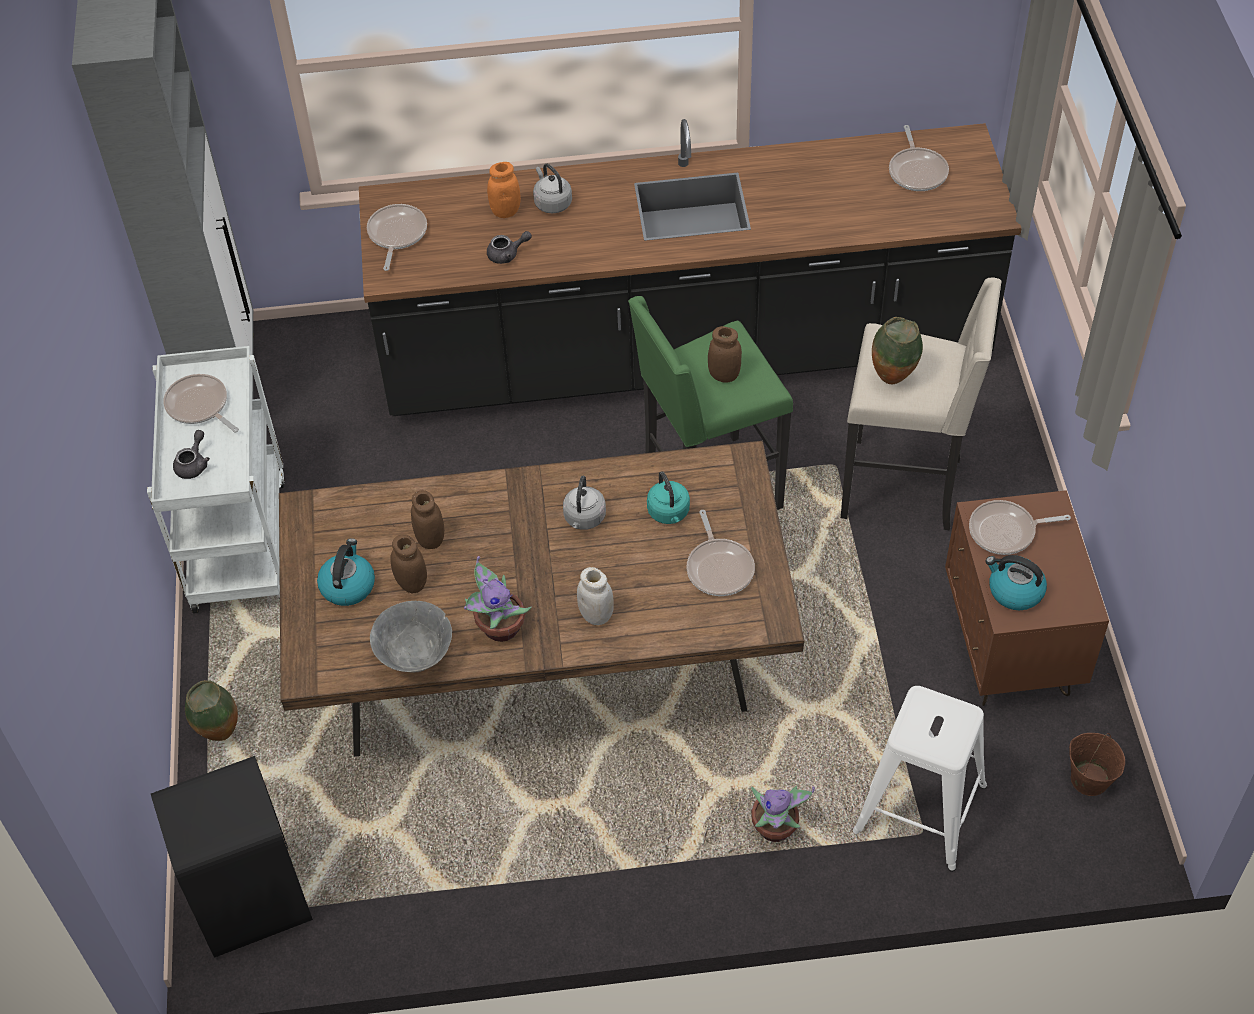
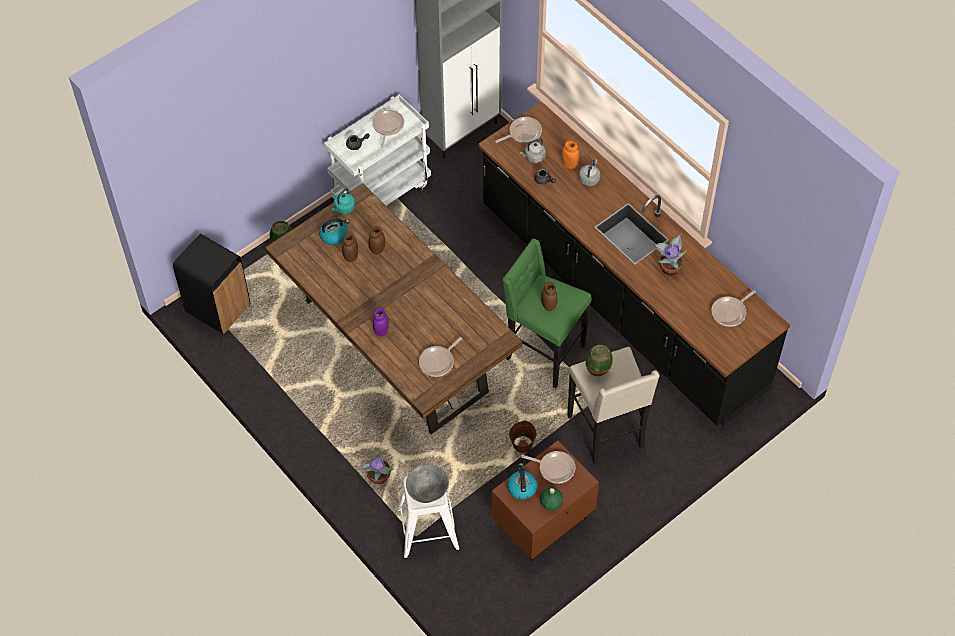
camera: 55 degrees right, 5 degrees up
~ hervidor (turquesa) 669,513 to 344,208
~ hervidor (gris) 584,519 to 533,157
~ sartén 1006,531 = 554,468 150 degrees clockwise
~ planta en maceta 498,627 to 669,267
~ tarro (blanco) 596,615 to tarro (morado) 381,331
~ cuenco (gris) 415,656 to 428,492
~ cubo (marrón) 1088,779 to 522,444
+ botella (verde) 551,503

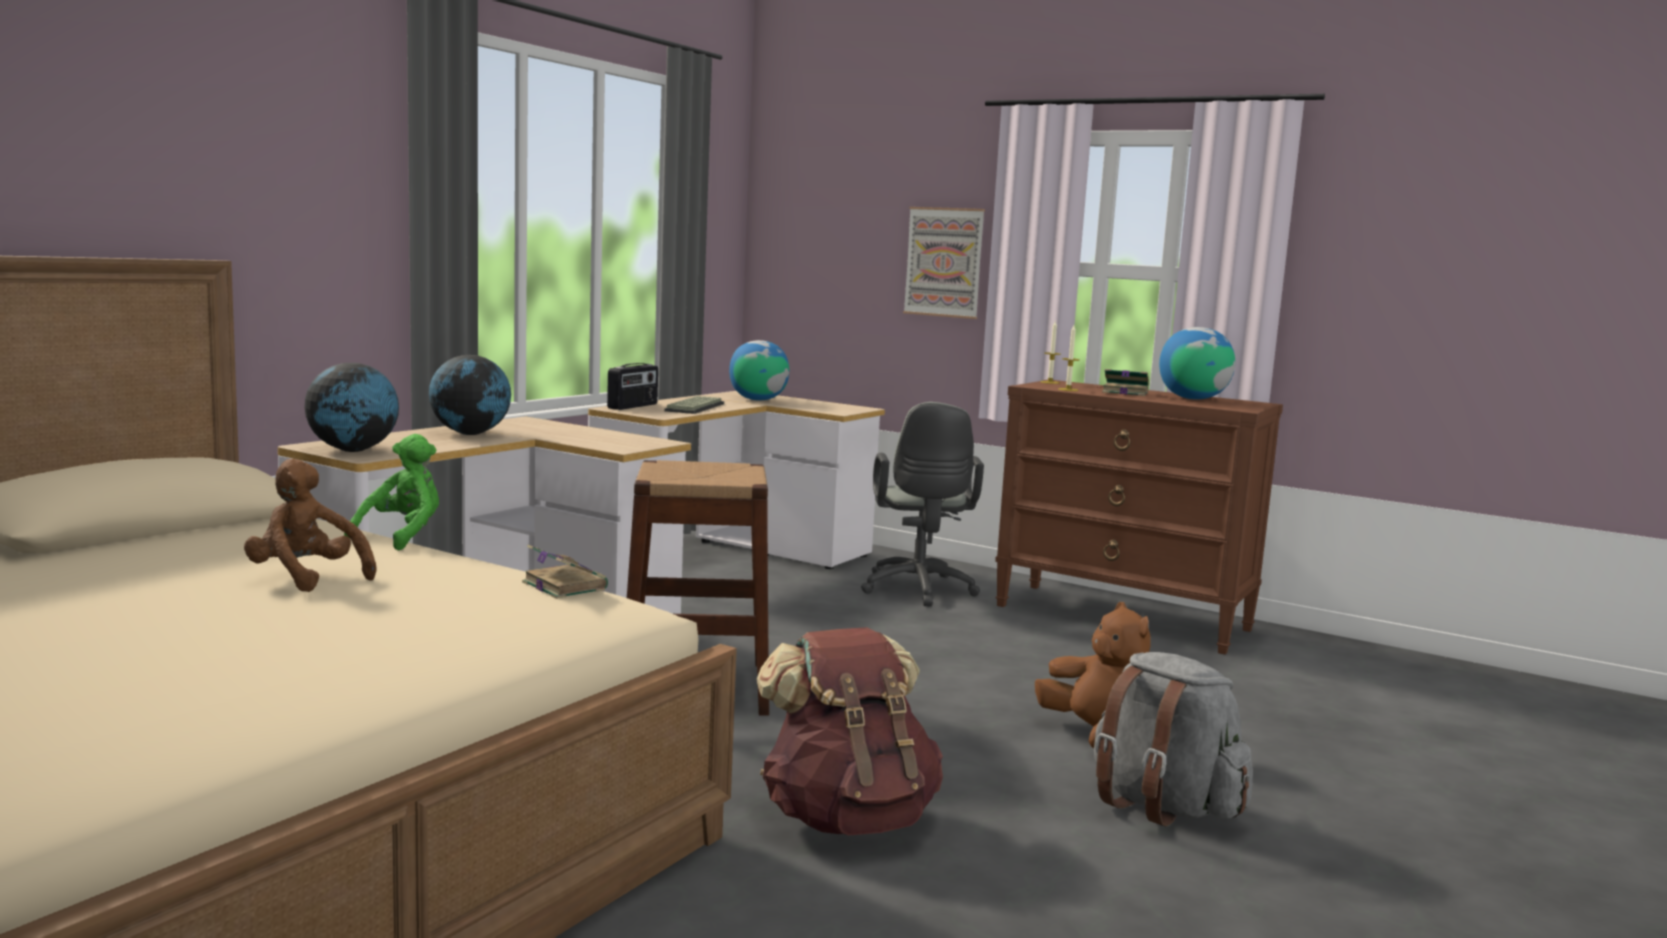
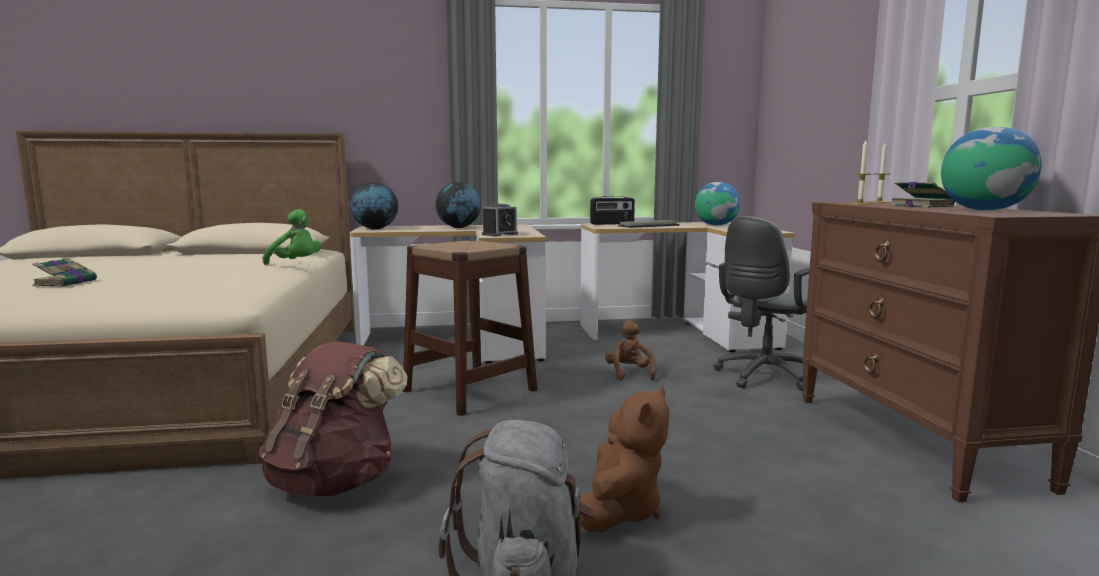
camera: 50 degrees right, 0 degrees up
- cuadro 944,262
~ peluche (verde) 402,536 = 296,264 45 degrees clockwise
~ peluche (marrón) 306,578 to 629,374
~ libro 563,585 to 67,283
+ despertador 500,234

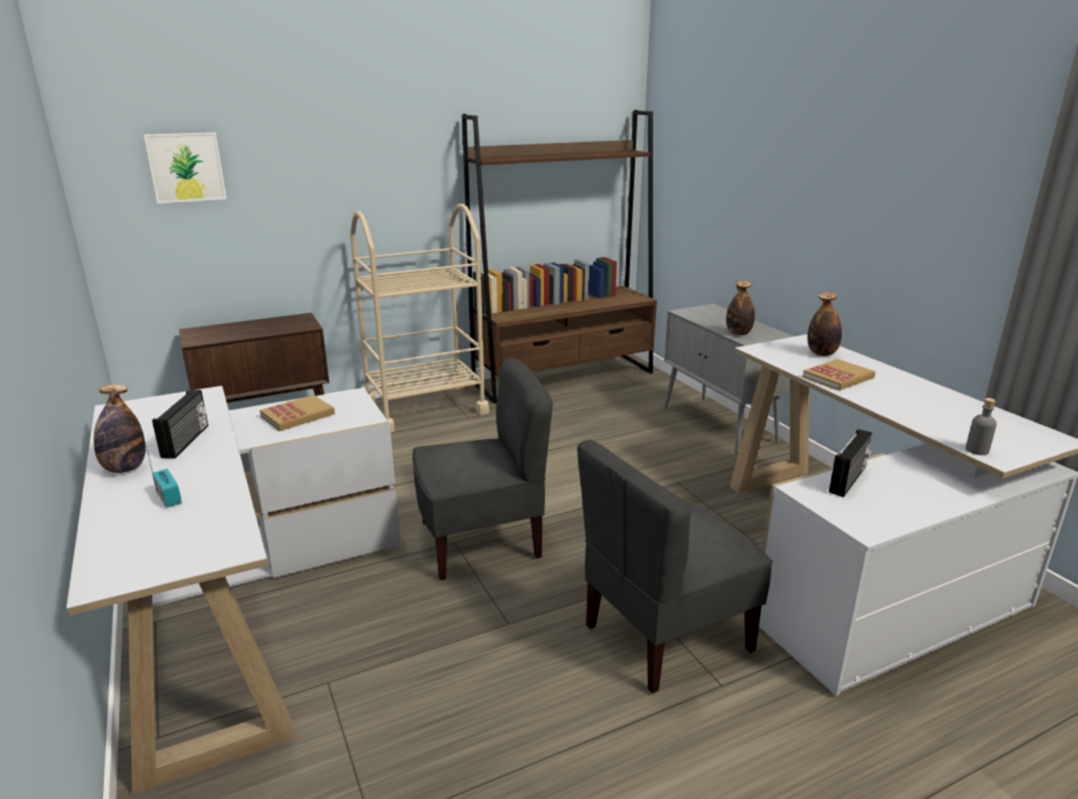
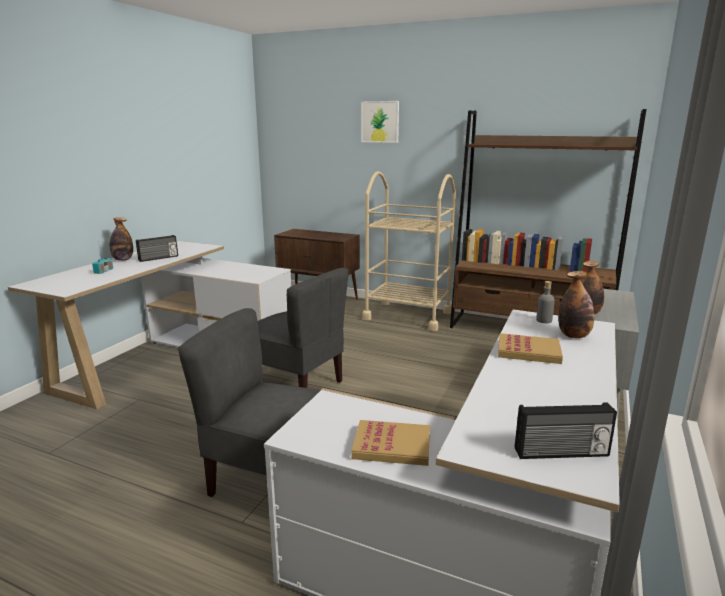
camera: 50 degrees right, 5 degrees down
~ cuadro 186,167 to 380,122
~ libro 298,415 to 392,446
~ botella (gris) 977,450 to 544,320
~ radio 849,480 to 562,453

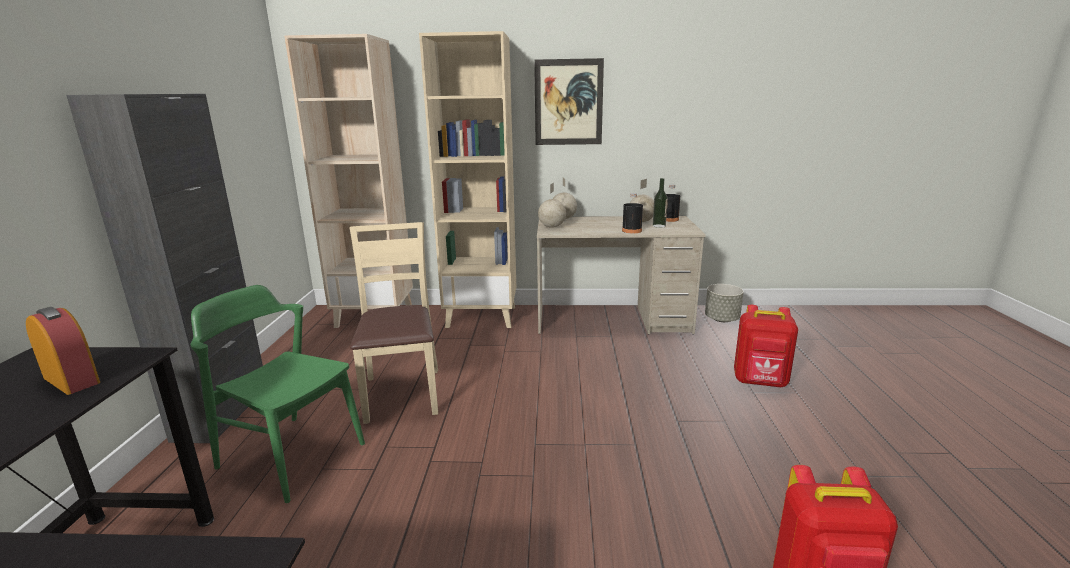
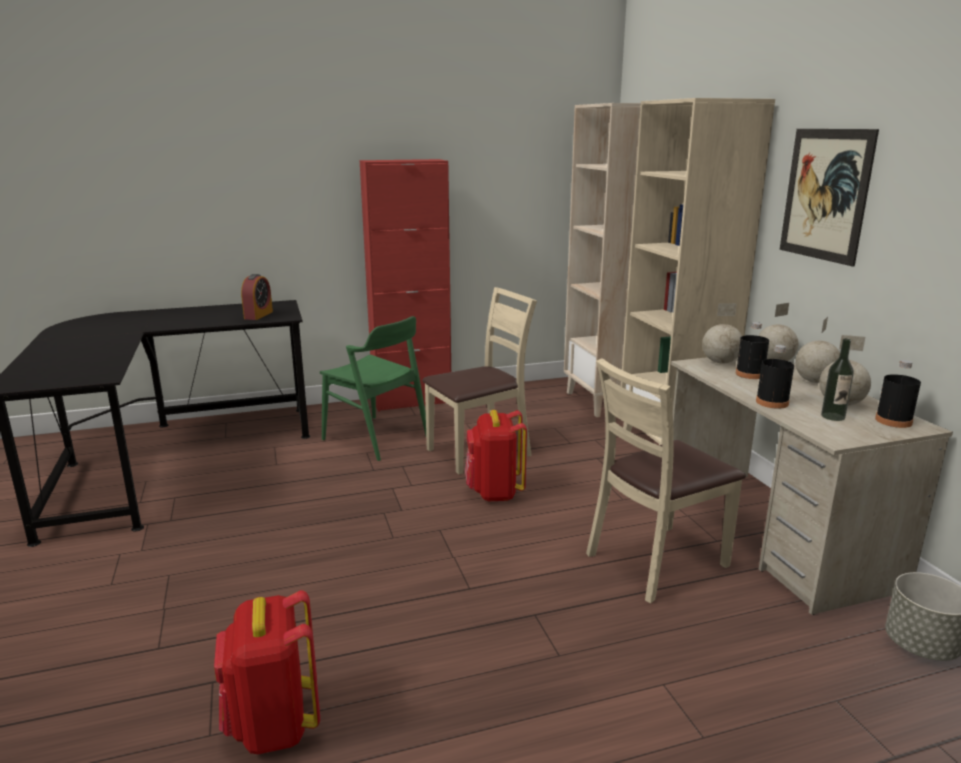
camera: 70 degrees right, 0 degrees up
~ armario (negro) 222,413 to armario (rojo) 412,401
~ silla (verde) 291,455 = 376,438 120 degrees clockwise
~ mochila (rojo) 760,382 to 494,493
+ globo terráqueo 814,382
+ botella (negro) 750,374
+ silla (beis) 656,561

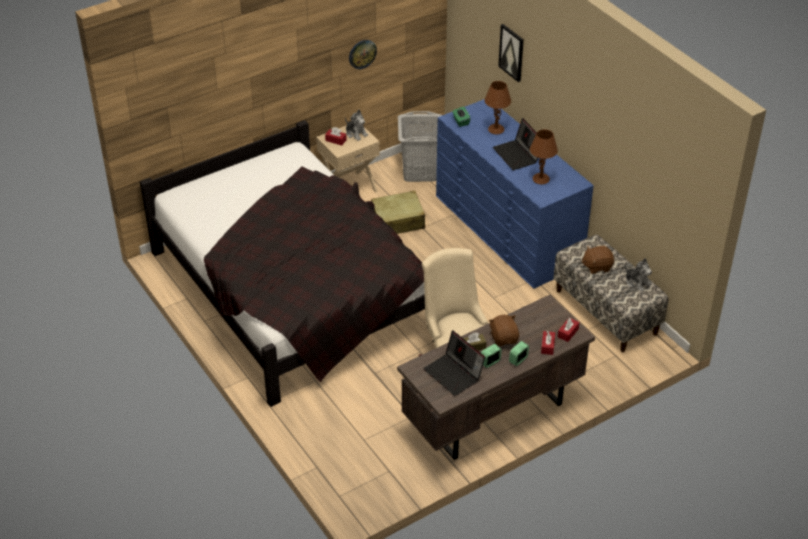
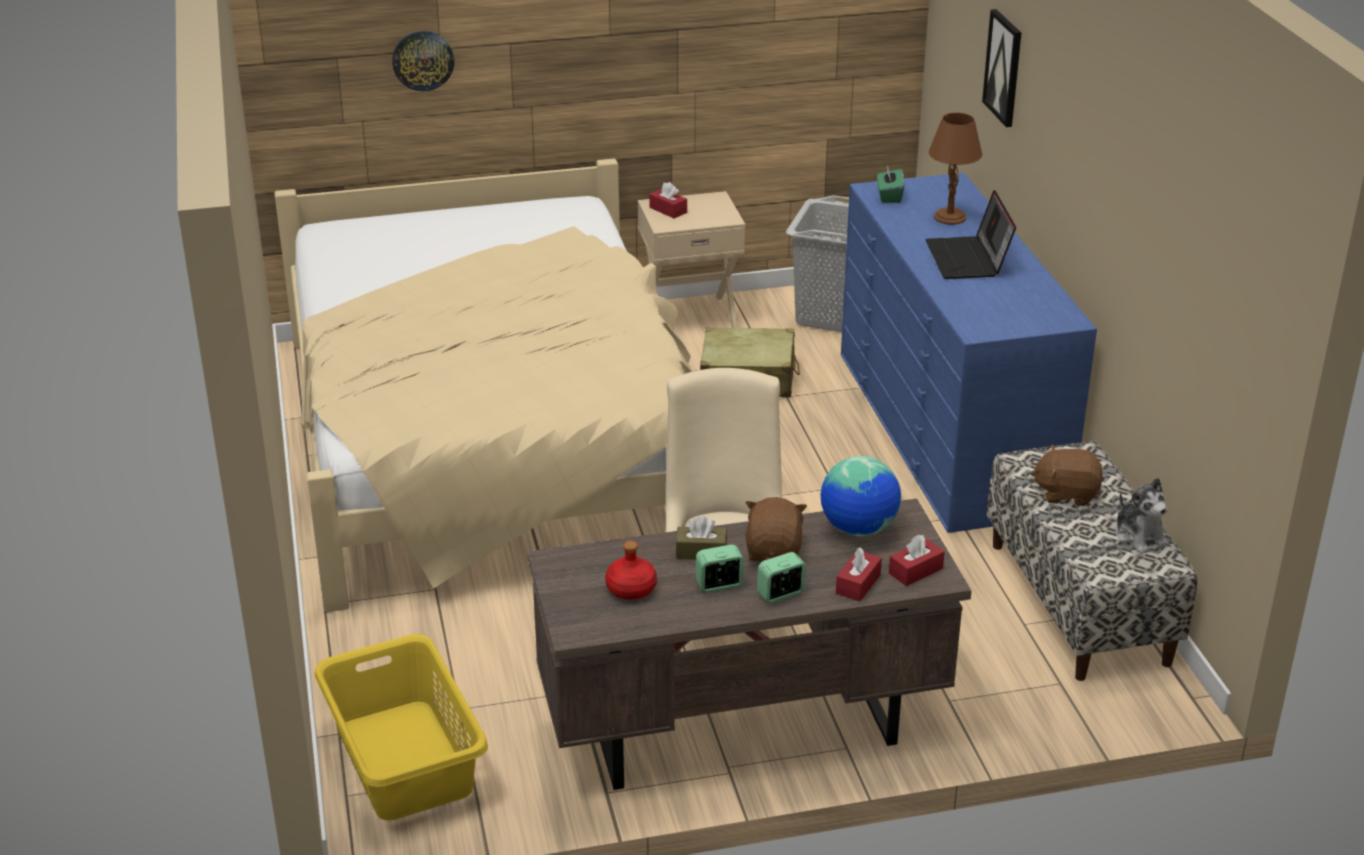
camera: 20 degrees right, 10 degrees down
~ reloj de pared 362,54 to 423,60
- peluche 356,133
~ cama (negro) 293,290 to cama (beis) 493,442
- lámpara de mesa (marrón) 541,179
~ portátil 454,374 to botella (rojo) 631,589
+ globo terráqueo 858,529
+ cesto de la ropa (amarillo) 403,760

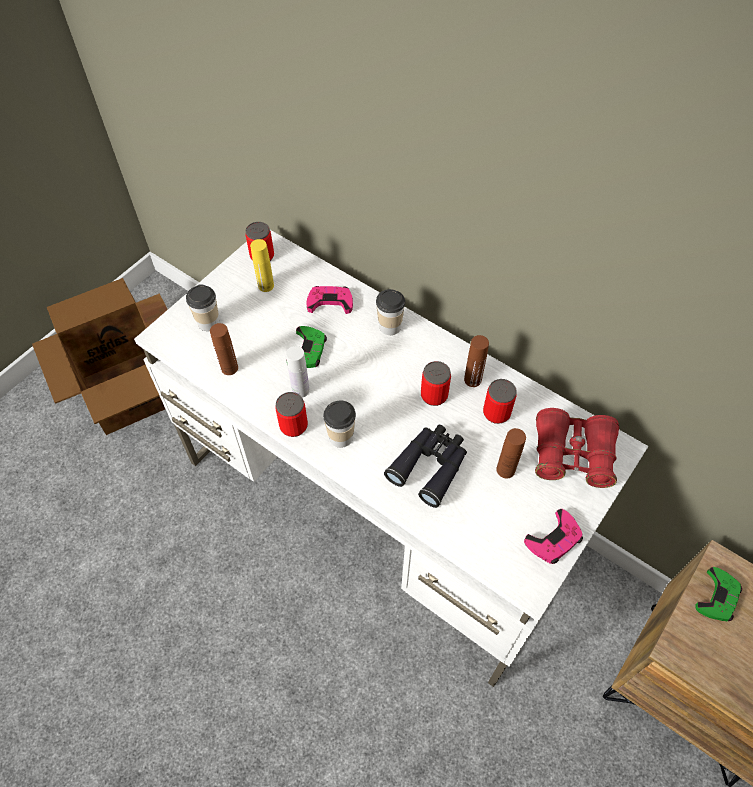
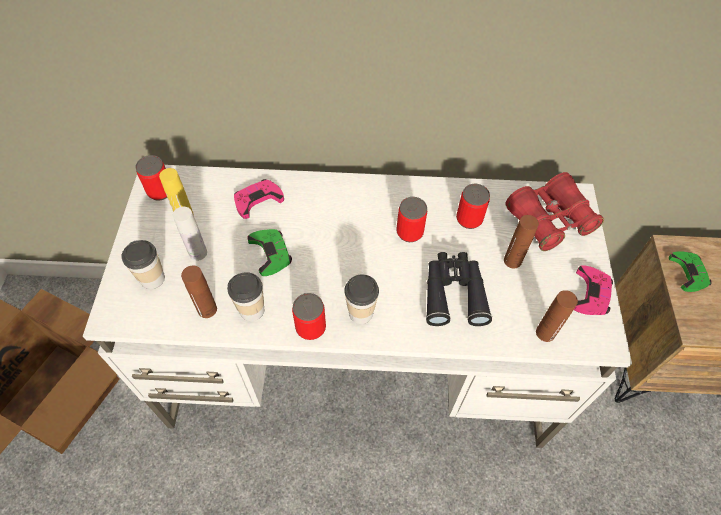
camera: 35 degrees left, 0 degrees up
~ taza 390,327 to 252,310
~ botella (marrón) 472,380 to 545,333
~ botella (blanco) 300,390 to 198,253

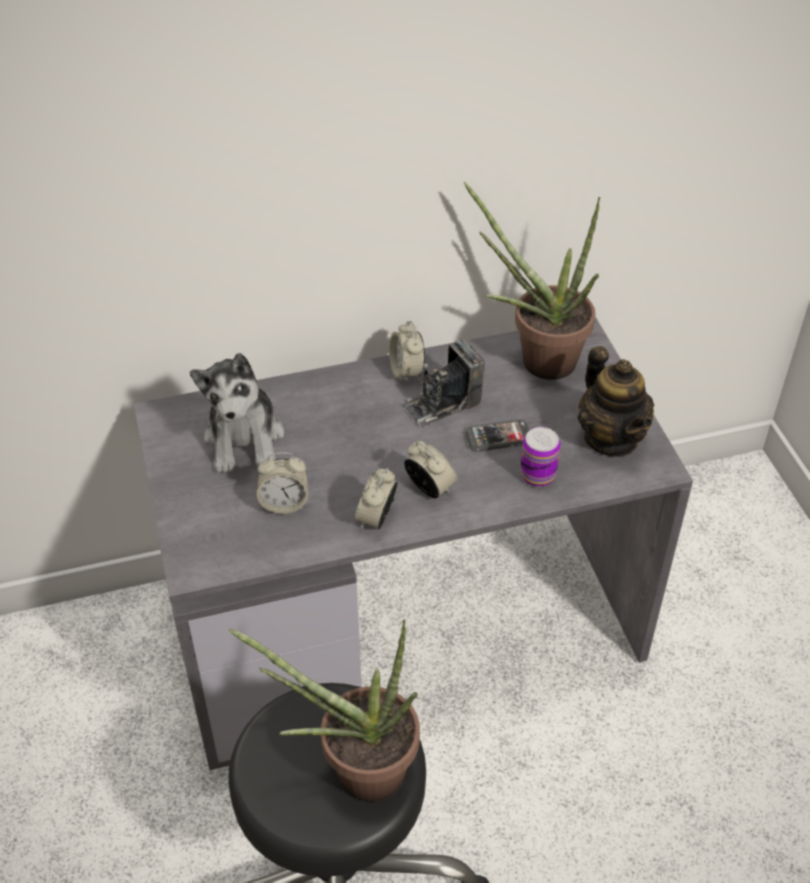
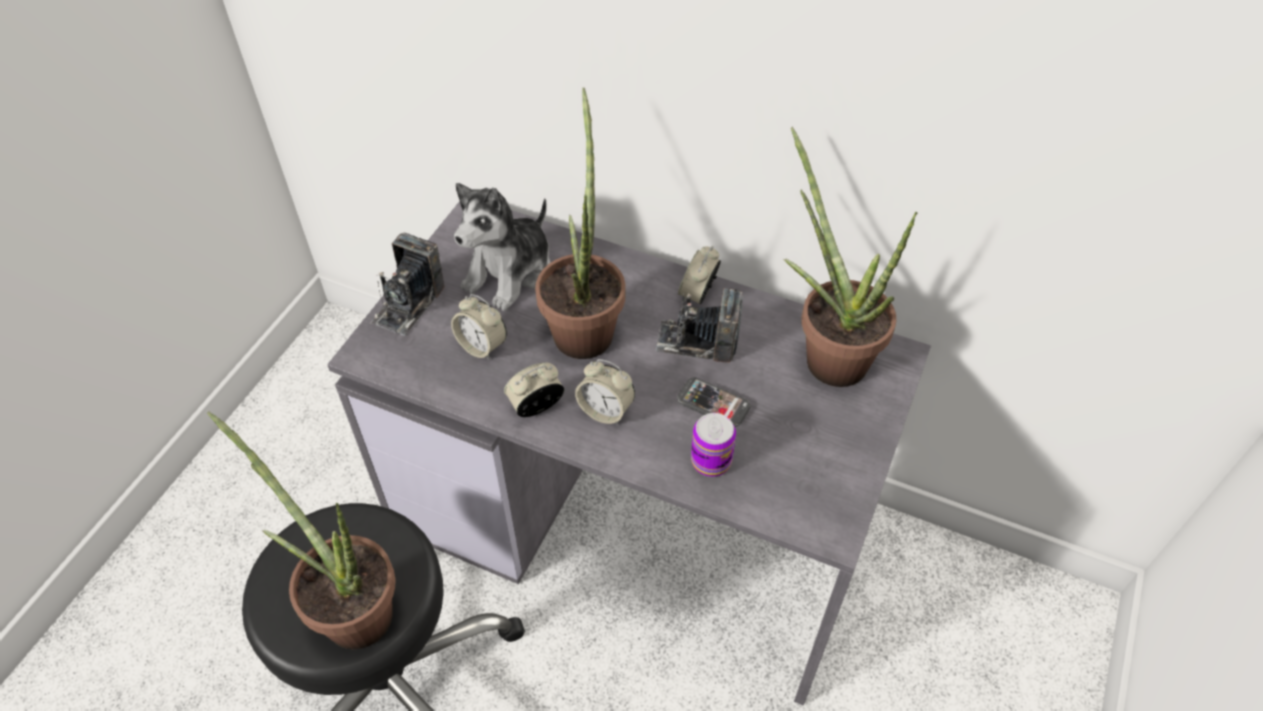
camera: 40 degrees right, 5 degrees up
- tetera 611,438
~ despertador 430,488 = 605,410 120 degrees clockwise
+ planta en maceta 584,325
+ cámara 409,304

